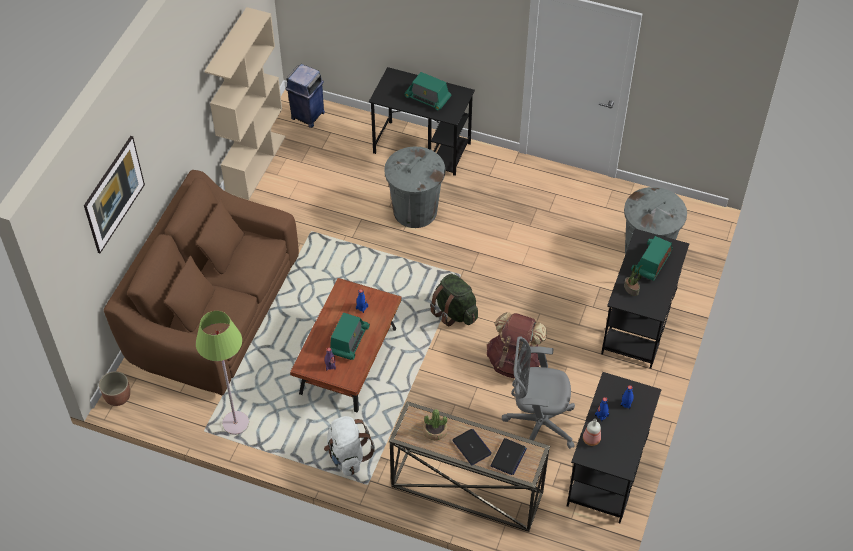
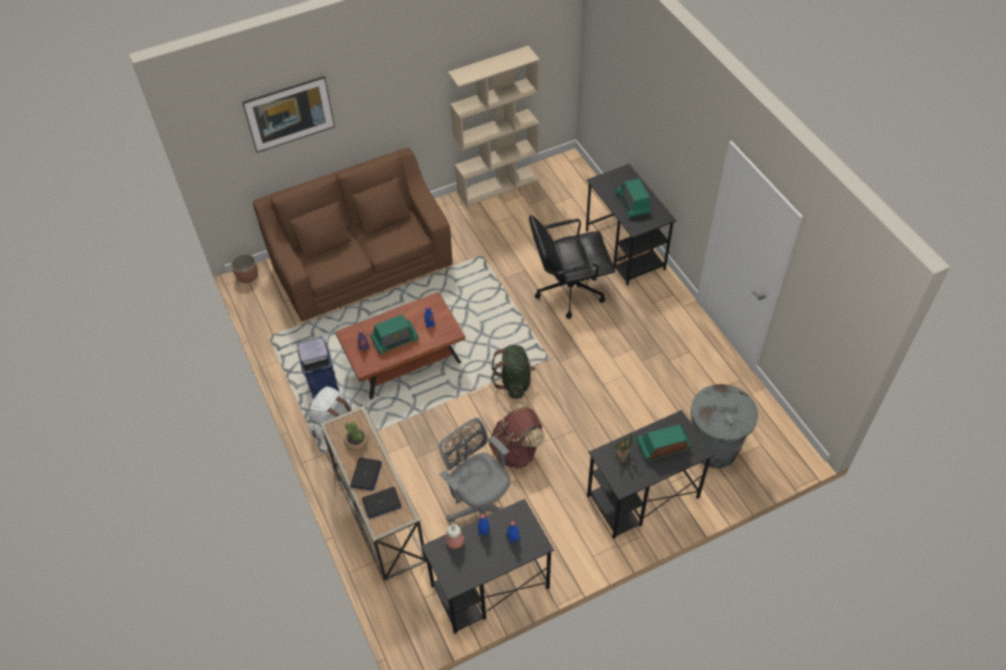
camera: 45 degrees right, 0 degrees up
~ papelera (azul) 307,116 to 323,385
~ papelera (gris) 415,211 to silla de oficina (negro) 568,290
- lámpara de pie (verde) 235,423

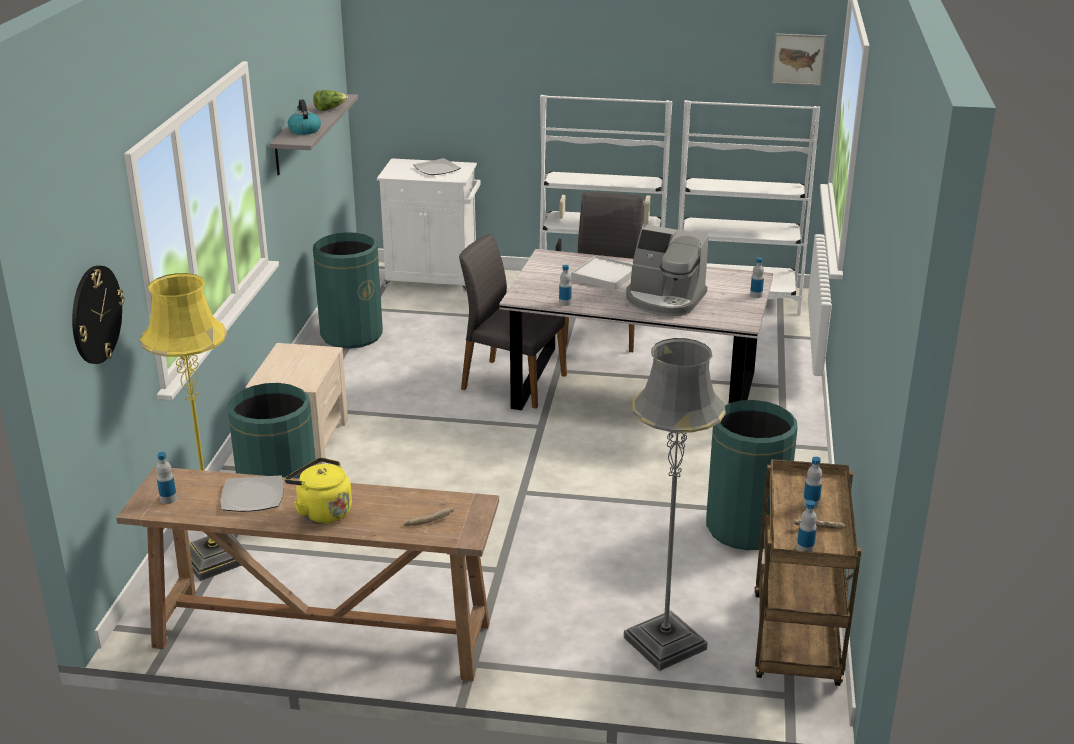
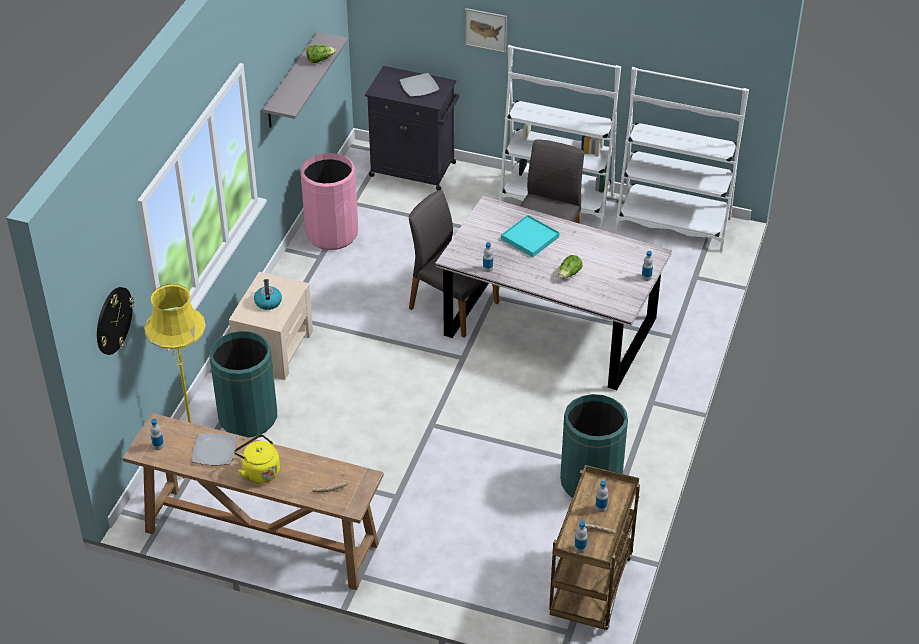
camera: 10 degrees right, 15 degrees up
~ cuadro 798,59 to 486,30
~ hervidor 304,130 to 268,302
~ armario (blanco) 434,278 to armario (negro) 414,170
~ cafetera 664,300 to lechuga 569,274
~ papelera (verde) 351,335 to papelera (rosa) 332,233
~ bandeja (blanco) 605,276 to bandeja (turquesa) 530,238
- lámpara de pie (gris) 664,643

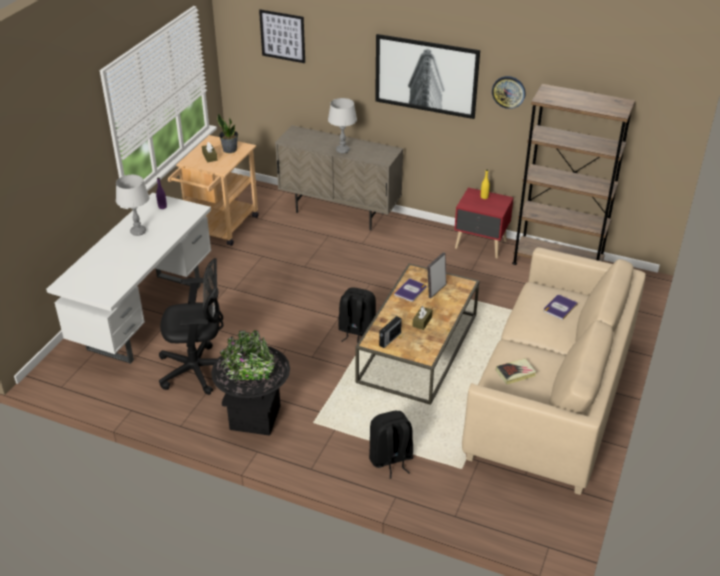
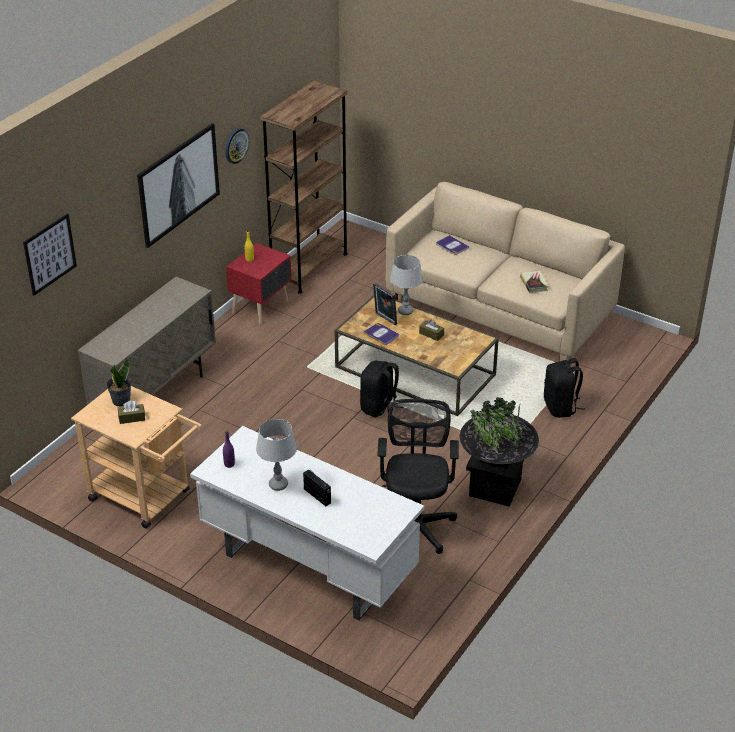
camera: 80 degrees left, 0 degrees up
~ lámpara de mesa (gris) 342,150 to 405,311
~ radio 389,339 to 317,496

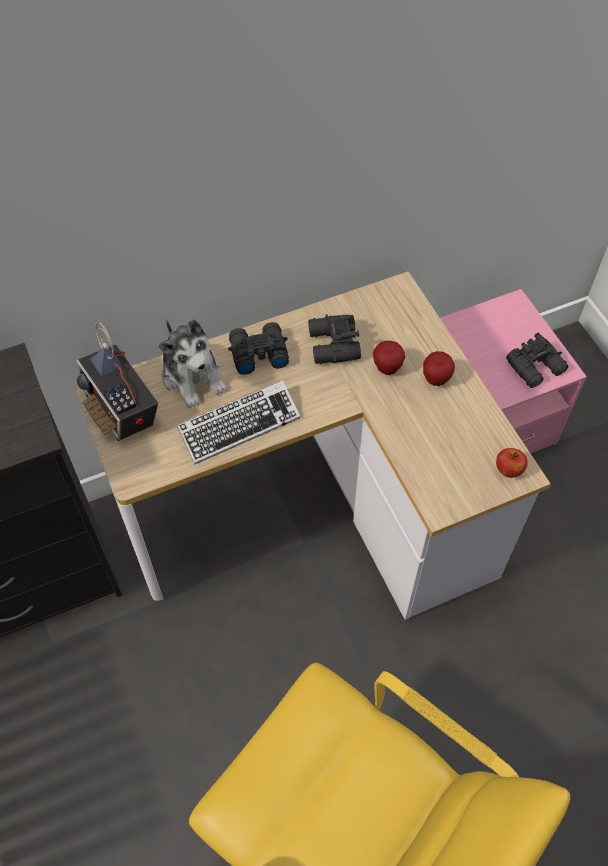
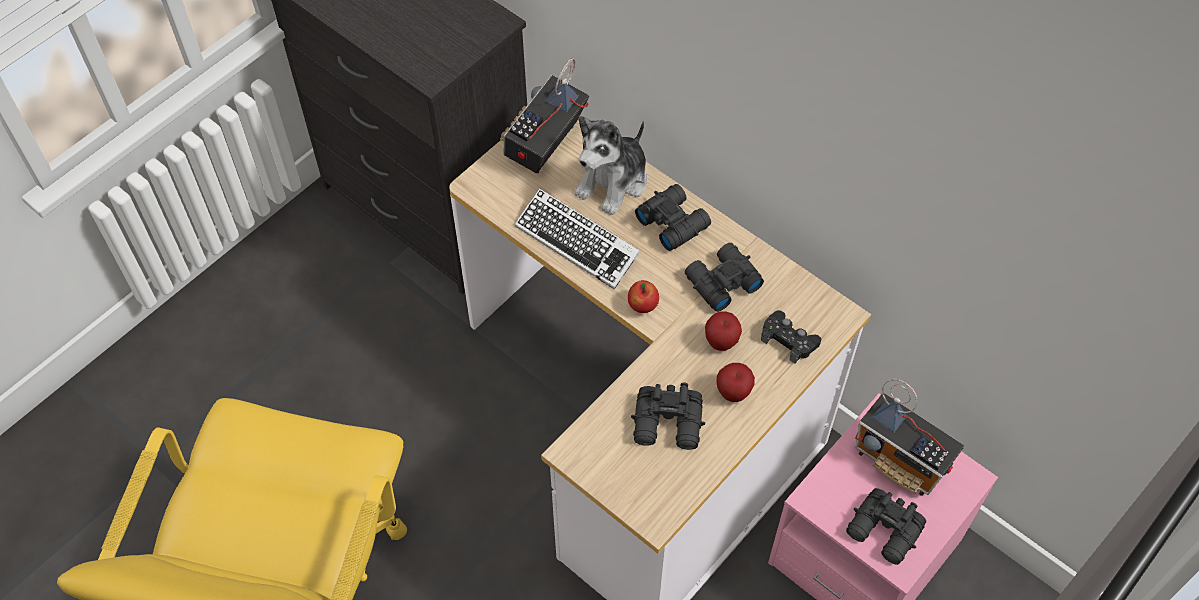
camera: 65 degrees right, 0 degrees up
~ manzana 508,470 to 643,306
+ mando de consola (negro) 789,340
+ radio 901,460
+ prismáticos (negro) 669,425

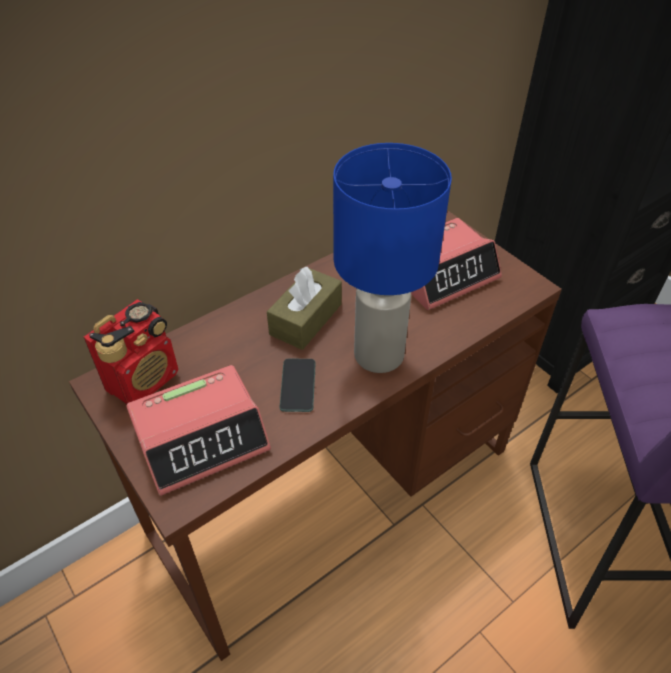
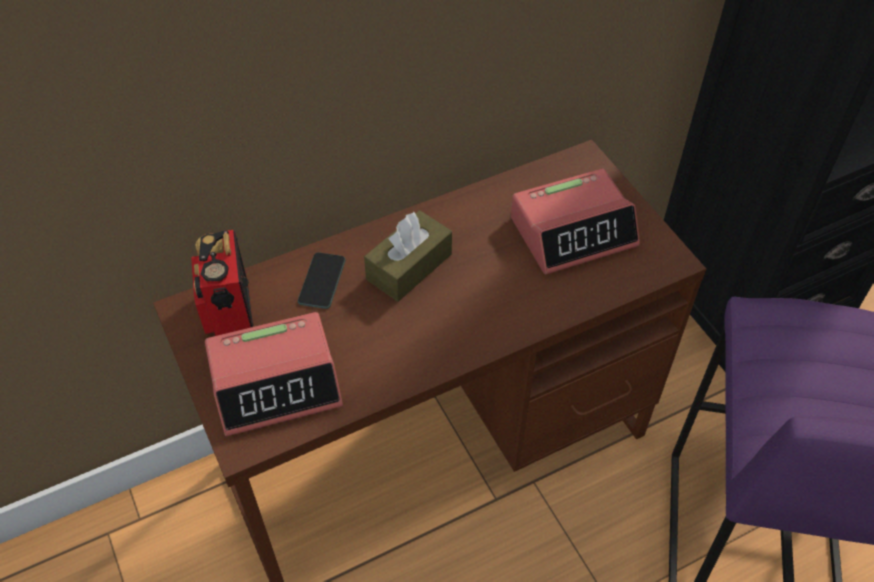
camera: 10 degrees right, 5 degrees up
- lámpara de mesa (azul) 378,356
~ radio 144,380 = 228,312 120 degrees clockwise
~ móvil 298,385 to 322,281

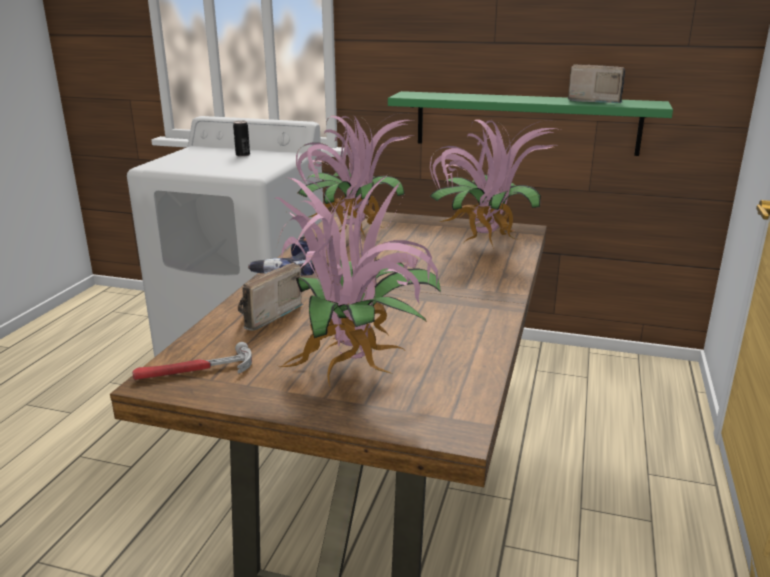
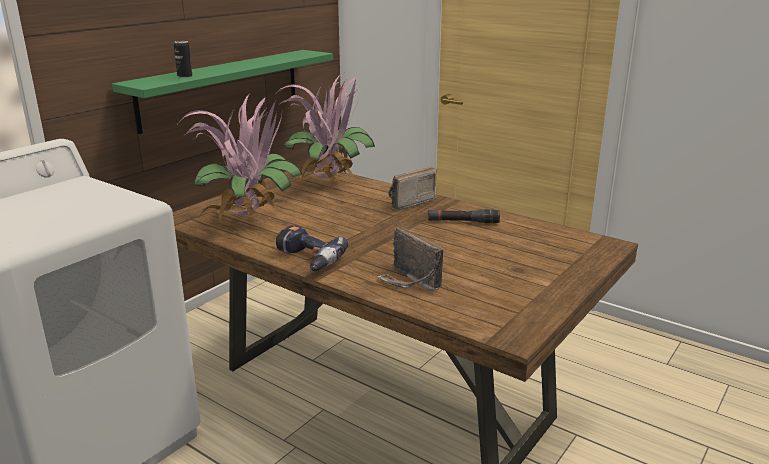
camera: 70 degrees left, 0 degrees up
~ radio 594,101 to 407,203
~ lata 243,155 to 185,76
- planta en maceta 354,369
- martillo 194,371
+ linterna (negro) 463,222

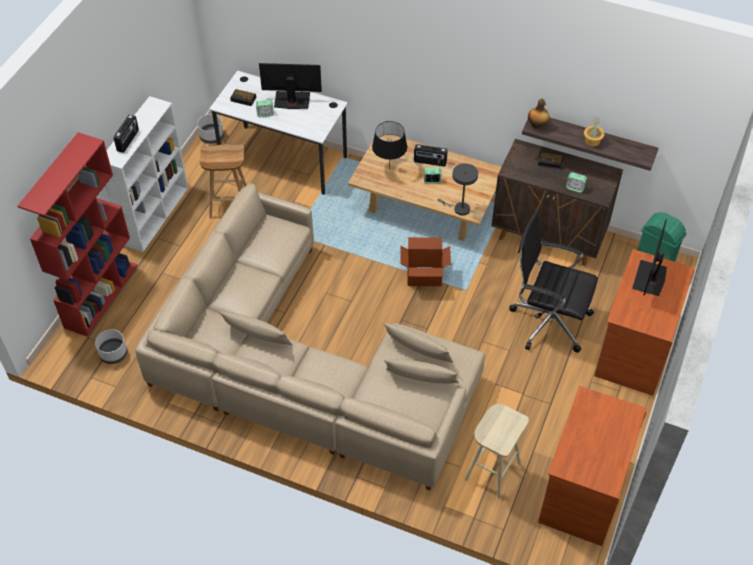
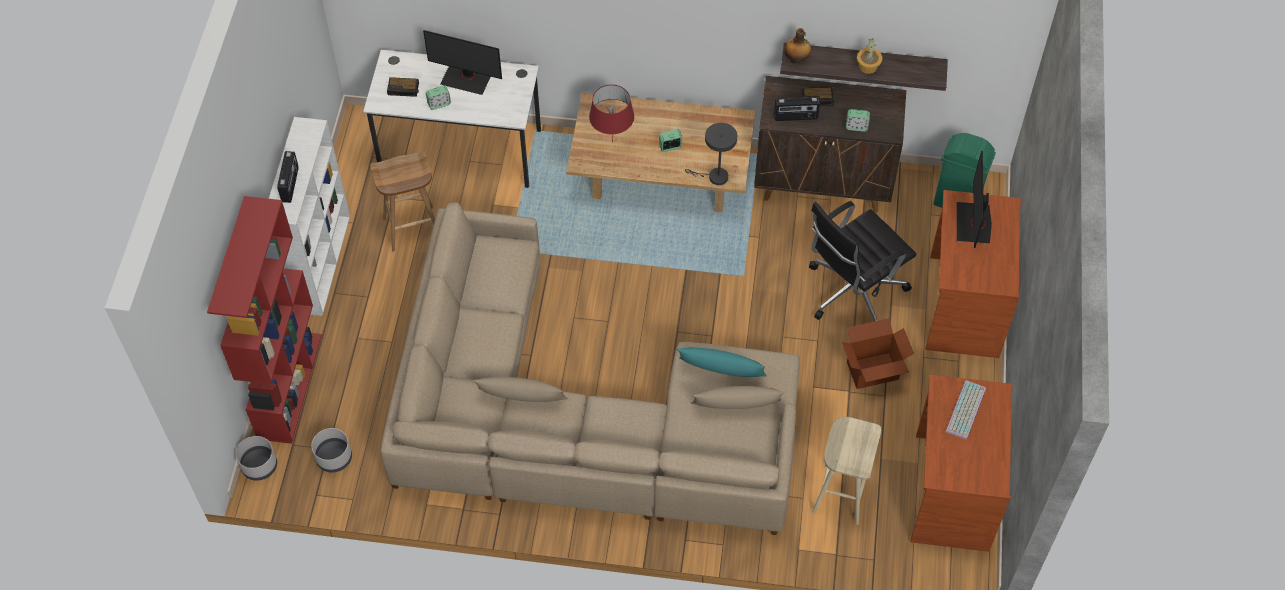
camera: 15 degrees left, 5 degrees up
~ monitor 292,101 = 467,78 150 degrees counterclockwise
~ maceta (gris) 211,136 to 259,465
~ lámpara de mesa (negro) 389,169 to lámpara de mesa (rojo) 612,141
~ radio 430,162 to 795,117
~ silla de oficina (negro) 547,320 = 852,292 45 degrees counterclockwise
~ caja de cartón 424,277 to 873,371
~ cojín (beis) 417,352 to cojín (turquesa) 721,373
+ teclado 966,411

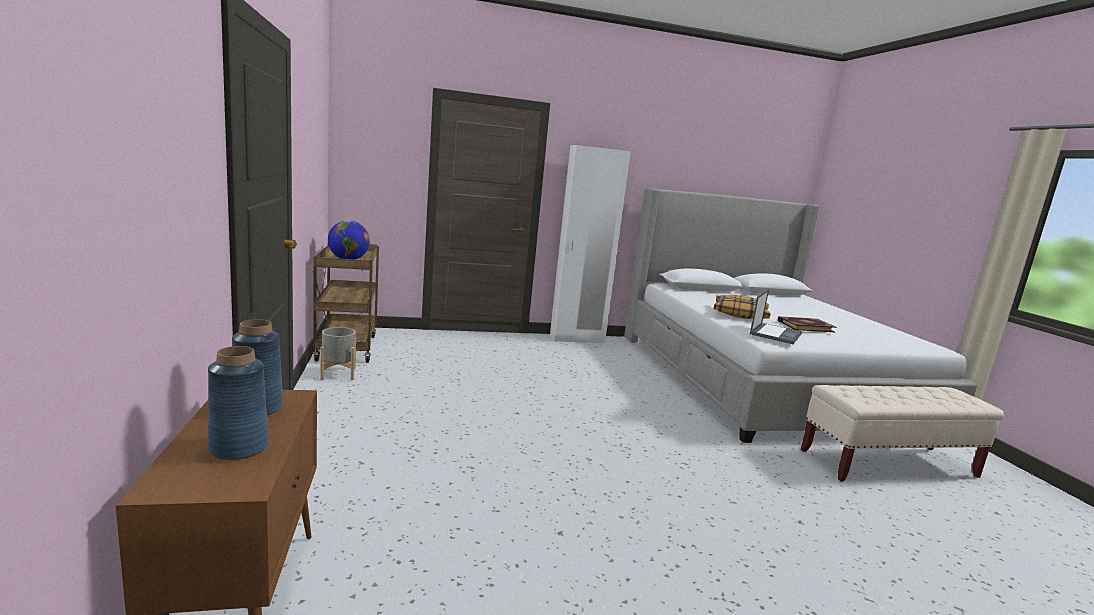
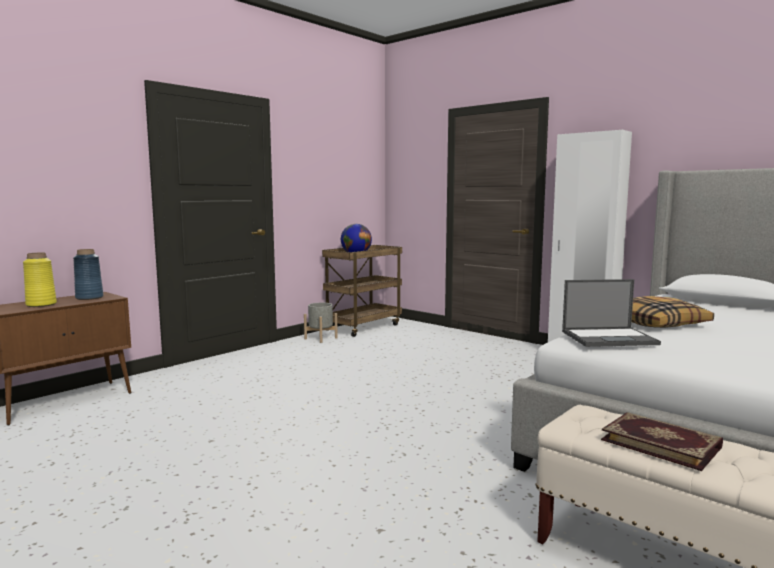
camera: 55 degrees right, 5 degrees down
~ libro 805,326 to 661,443
~ florero (azul) 239,448 to florero (amarillo) 41,304

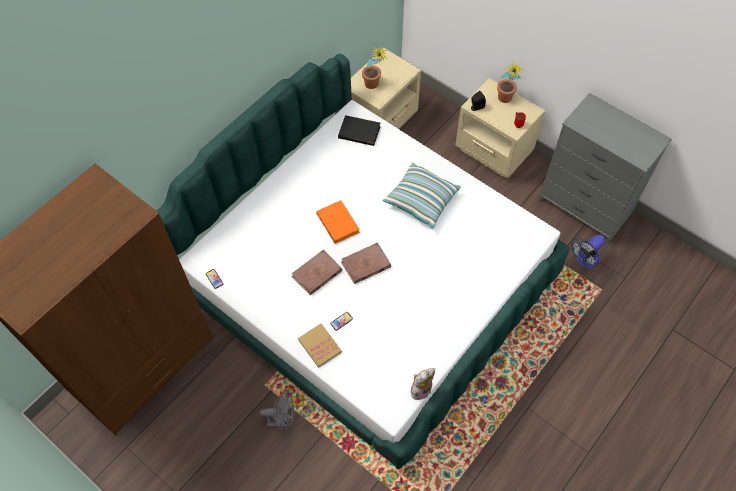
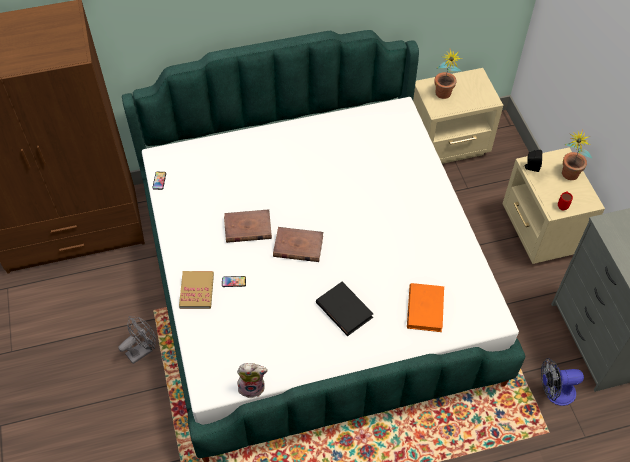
camera: 35 degrees right, 5 degrees down
~ libro (negro) 359,132 to 344,310
- cojín 421,200
~ libro (naranja) 337,223 to 425,308
~ ventilador (gris) 282,420 = 142,350 75 degrees counterclockwise

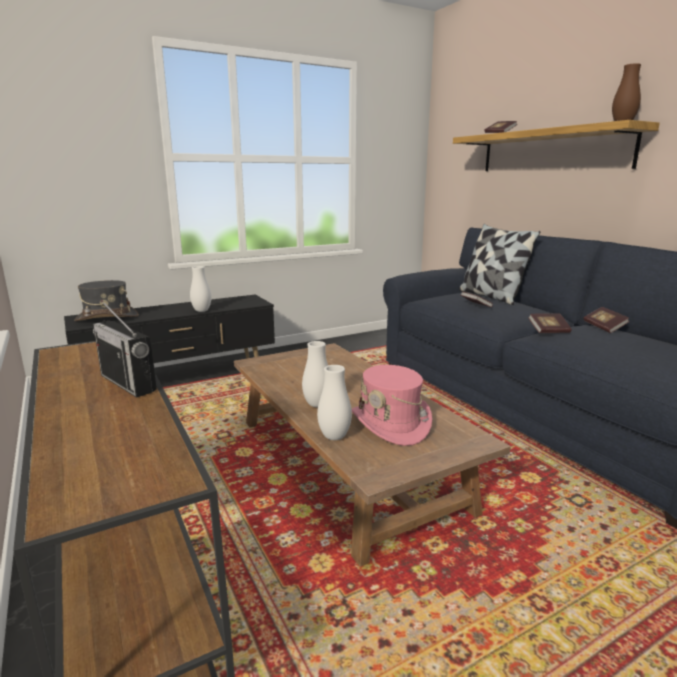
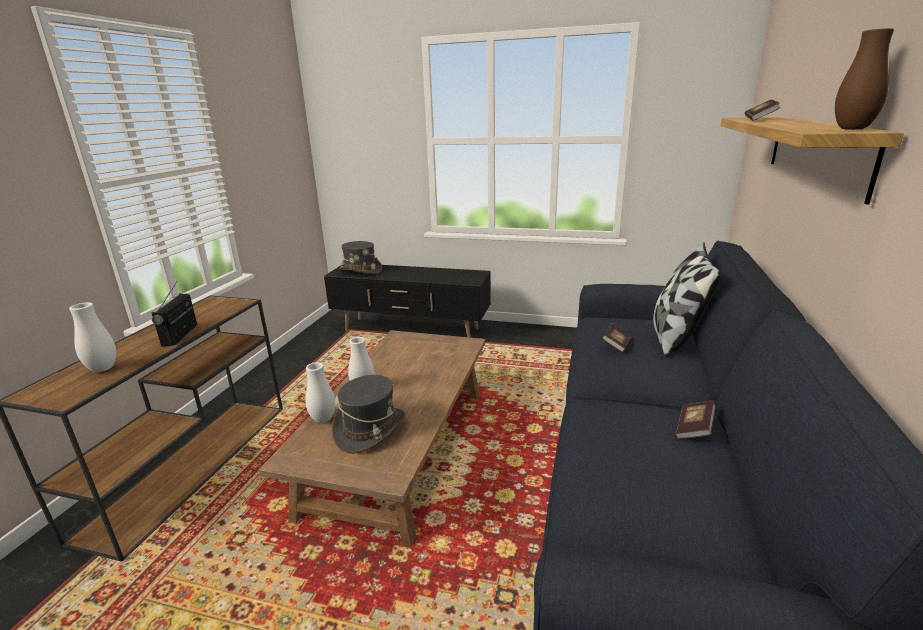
camera: 45 degrees right, 5 degrees up
~ florero (blanco) 202,311 to 103,369
- libro 548,331
~ sombrero (rosa) 391,424 to sombrero (gris) 370,429

